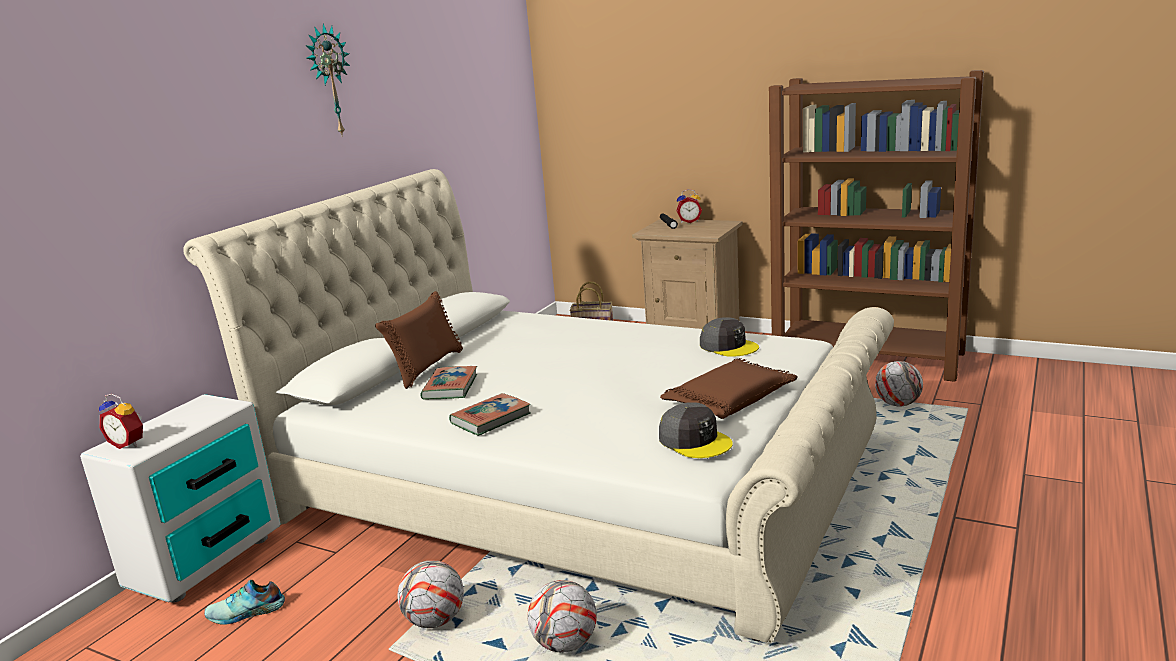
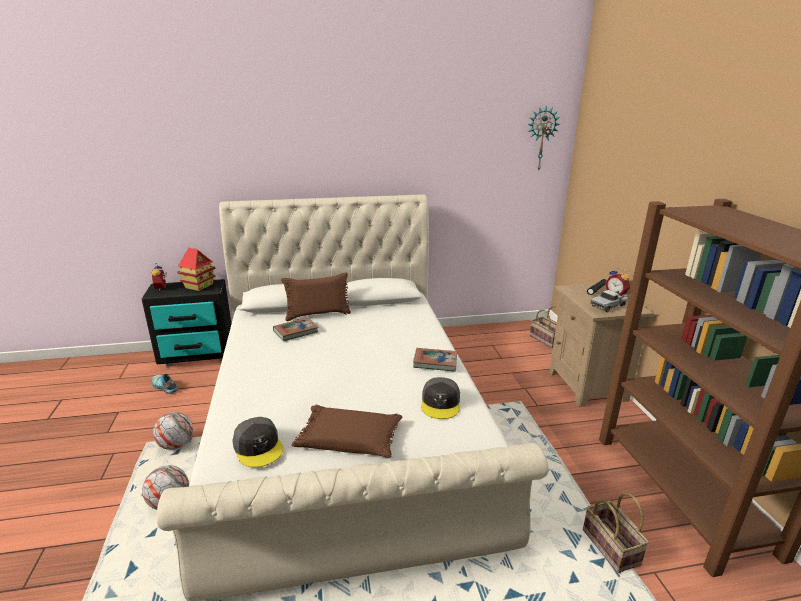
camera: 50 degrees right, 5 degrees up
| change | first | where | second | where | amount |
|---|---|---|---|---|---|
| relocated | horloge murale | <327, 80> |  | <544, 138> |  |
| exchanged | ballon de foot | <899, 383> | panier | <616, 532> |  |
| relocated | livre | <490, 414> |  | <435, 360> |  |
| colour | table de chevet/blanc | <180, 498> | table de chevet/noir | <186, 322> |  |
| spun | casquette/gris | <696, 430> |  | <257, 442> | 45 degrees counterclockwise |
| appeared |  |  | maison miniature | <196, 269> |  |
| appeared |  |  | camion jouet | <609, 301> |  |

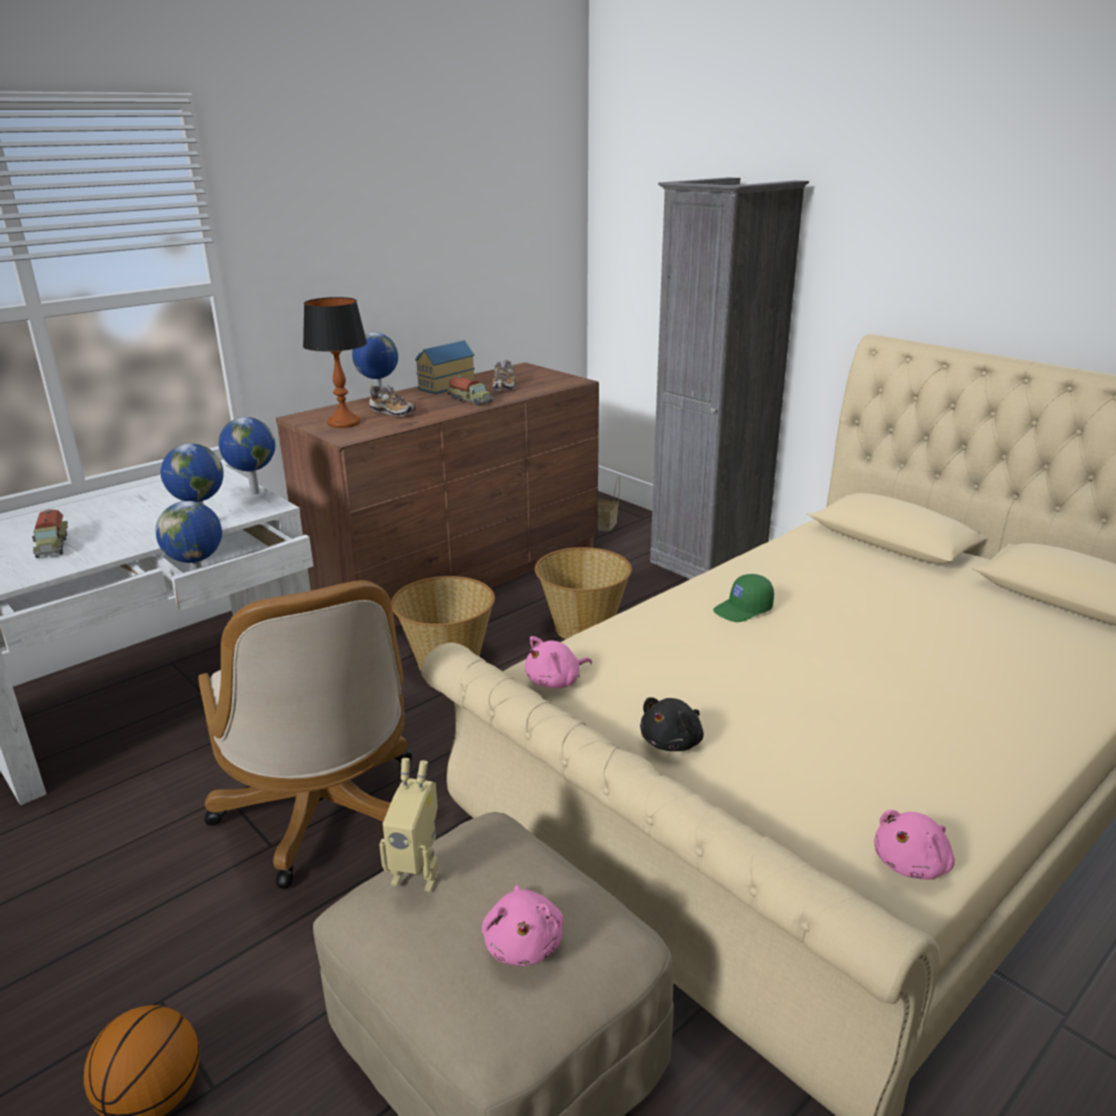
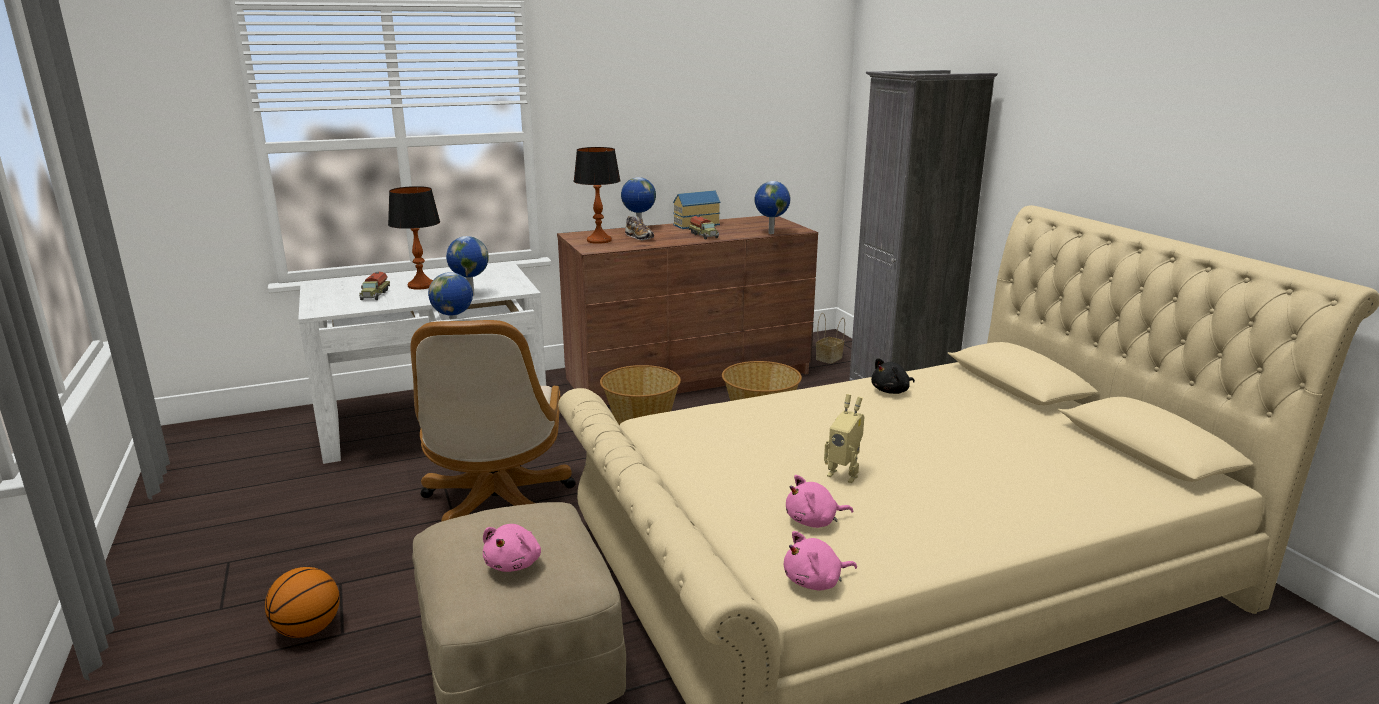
camera: 20 degrees right, 5 degrees down
| change | first | where | second | where | amount |
|---|---|---|---|---|---|
| missing | chaussure | <504, 375> |  |  |  |
| relocated | globe | <247, 456> |  | <772, 207> |  |
| missing | casquette/vert | <743, 598> |  |  |  |
| relocated | peluche/rose | <558, 662> |  | <819, 501> |  |
| relocated | peluche/noir | <672, 724> |  | <893, 376> |  |
| relocated | robot jouet | <409, 825> |  | <844, 438> |  |
| appeared |  |  | lampe de table | <414, 238> |  |

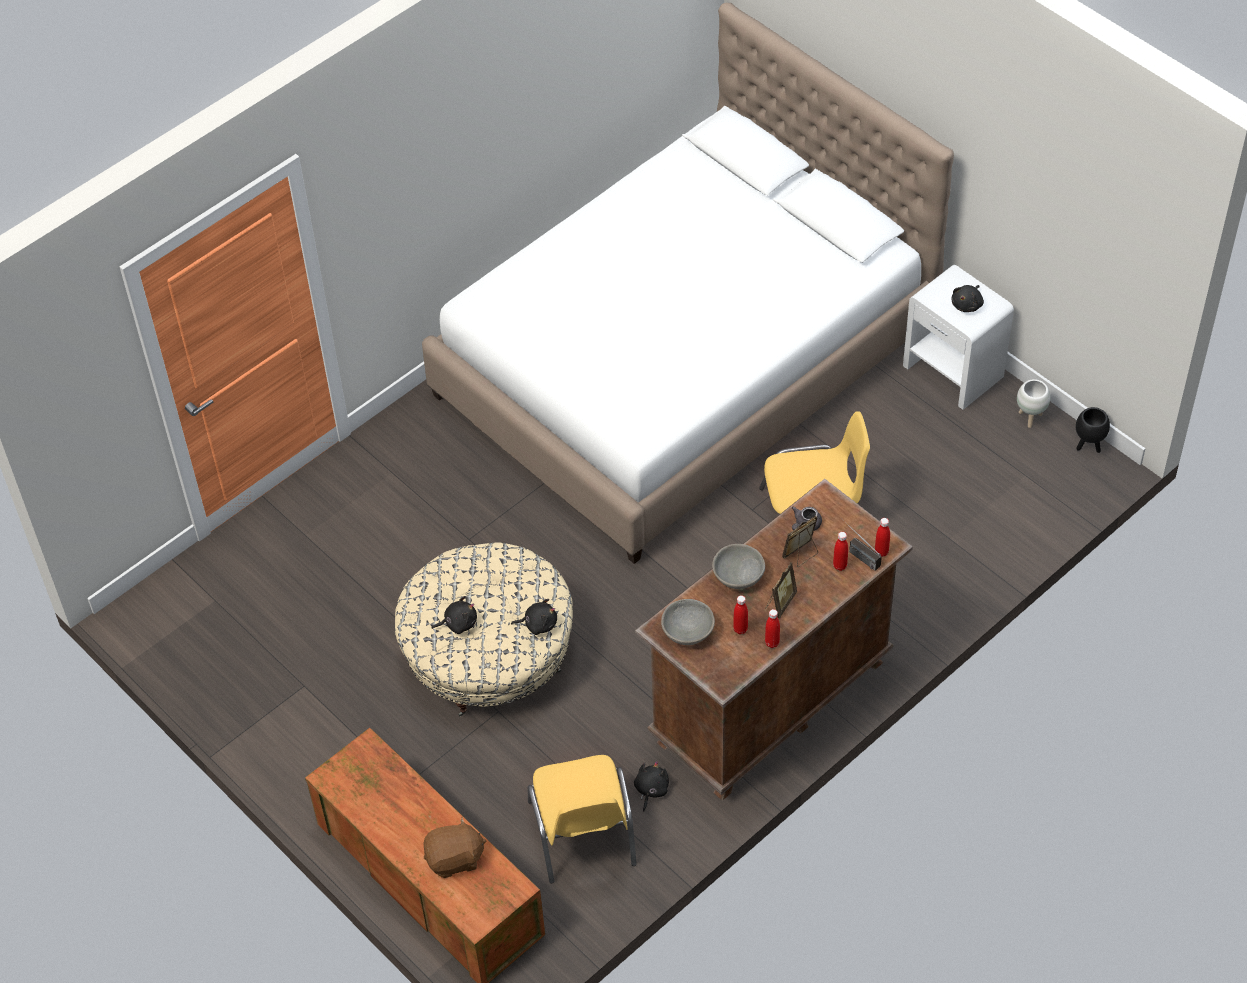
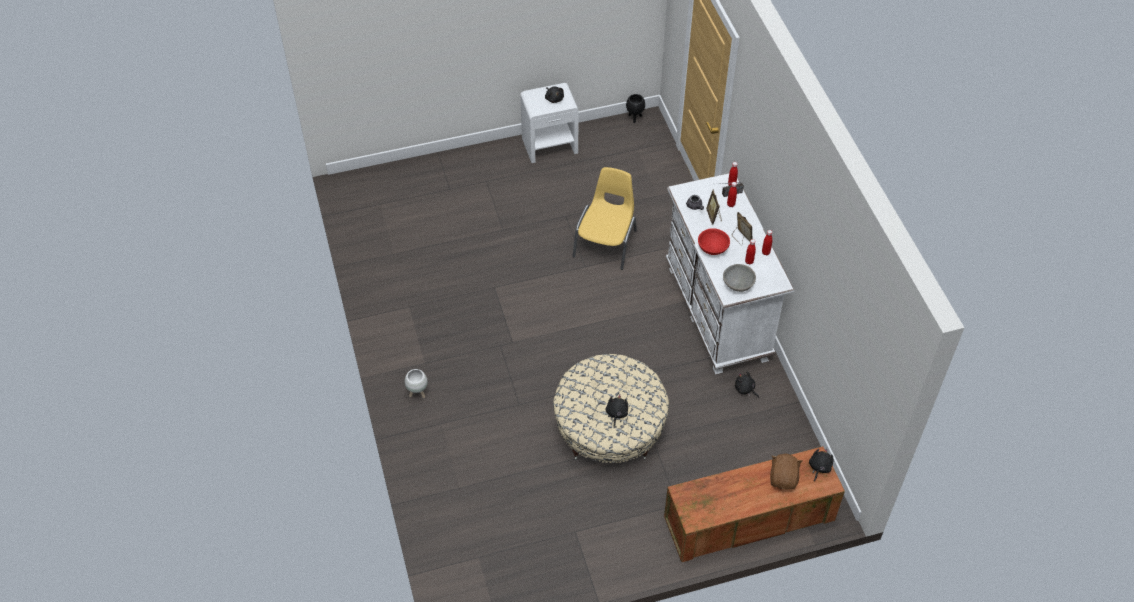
camera: 65 degrees left, 0 degrees up
| change | first | where | second | where | amount |
|---|---|---|---|---|---|
| missing | lit/blanc | <688, 283> |  |  |  |
| relocated | cache-pot/blanc | <1033, 403> |  | <416, 383> |  |
| colour | commode/marron | <774, 640> | commode/blanc | <730, 273> |  |
| colour | bol/gris | <738, 566> | bol/rouge | <714, 241> |  |
| relocated | peluche/noir | <534, 617> |  | <821, 465> |  |
| missing | chaise/jaune | <582, 819> |  |  |  |

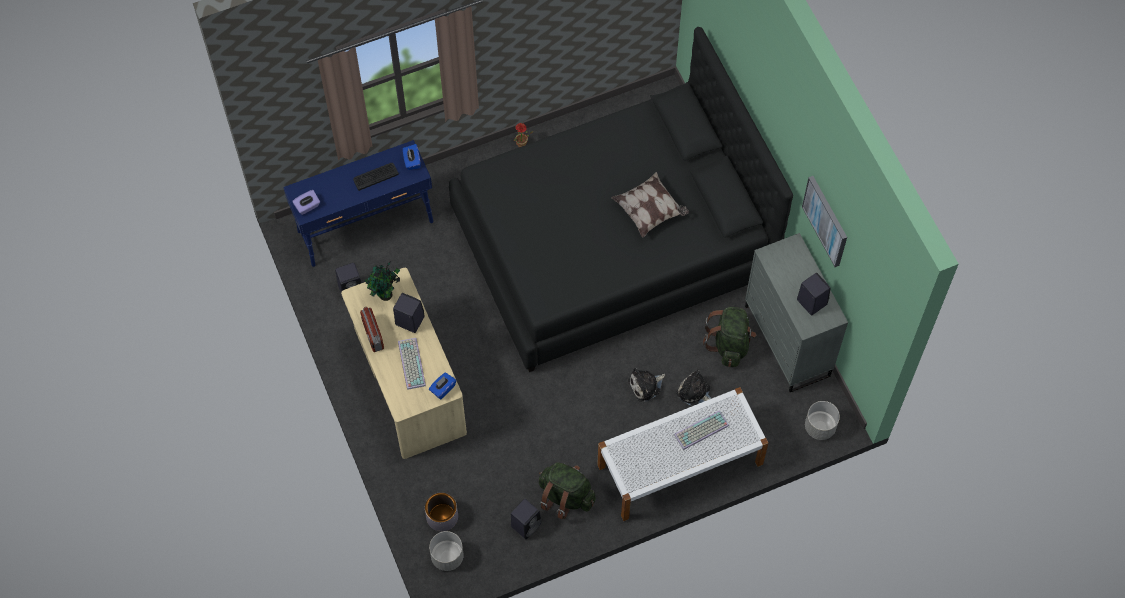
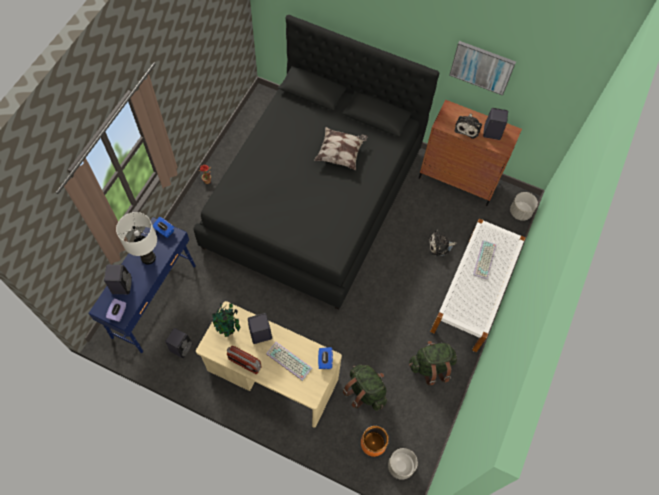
camera: 45 degrees left, 0 degrees up
| change | first | where | second | where | amount |
|---|---|---|---|---|---|
| exchanged | clavier | <376, 177> | lampe de table/blanc | <136, 238> |  |
| colour | commode/gris | <796, 312> | commode/marron | <470, 153> |  |
| relocated | sac à dos/vert | <729, 337> |  | <365, 387> |  |
| relocated | peluche | <646, 385> |  | <468, 126> |  |
| colour | cache-pot/gris | <441, 512> | cache-pot/orange | <375, 441> |  |
| relocated | enceinte/noir | <526, 519> |  | <118, 279> |  |

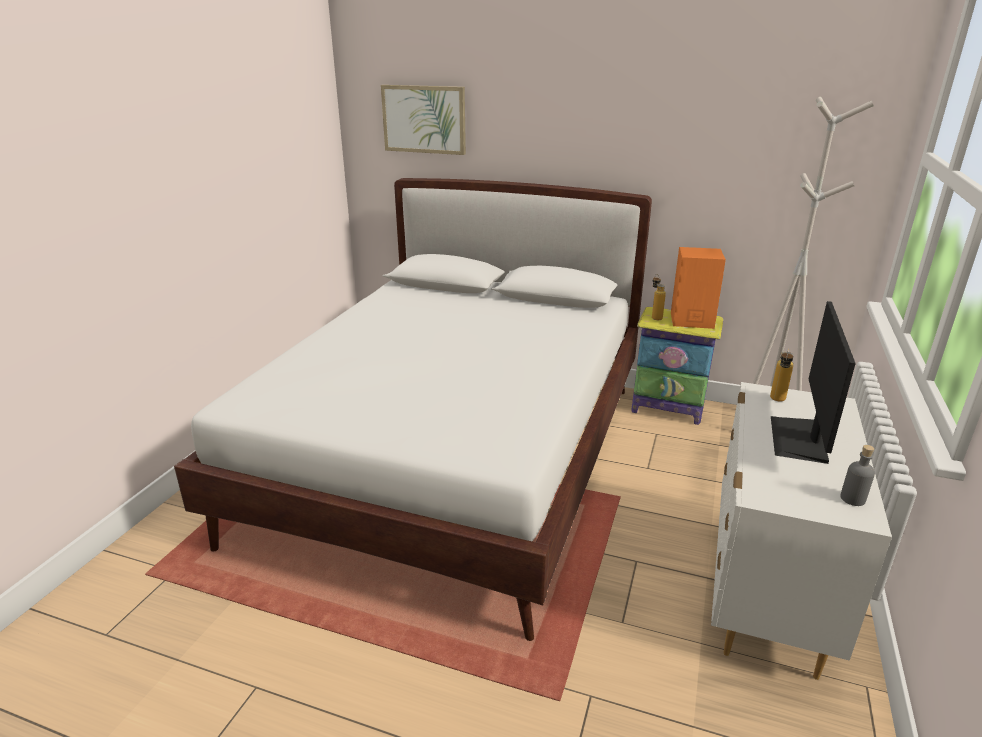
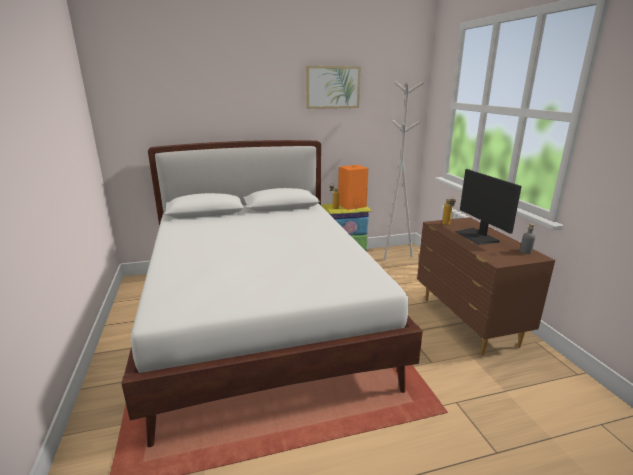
camera: 35 degrees left, 5 degrees down
| change | first | where | second | where | amount |
|---|---|---|---|---|---|
| relocated | tableau | <423, 120> |  | <333, 87> |  |
| colour | commode/blanc | <801, 531> | commode/marron | <486, 286> |  |

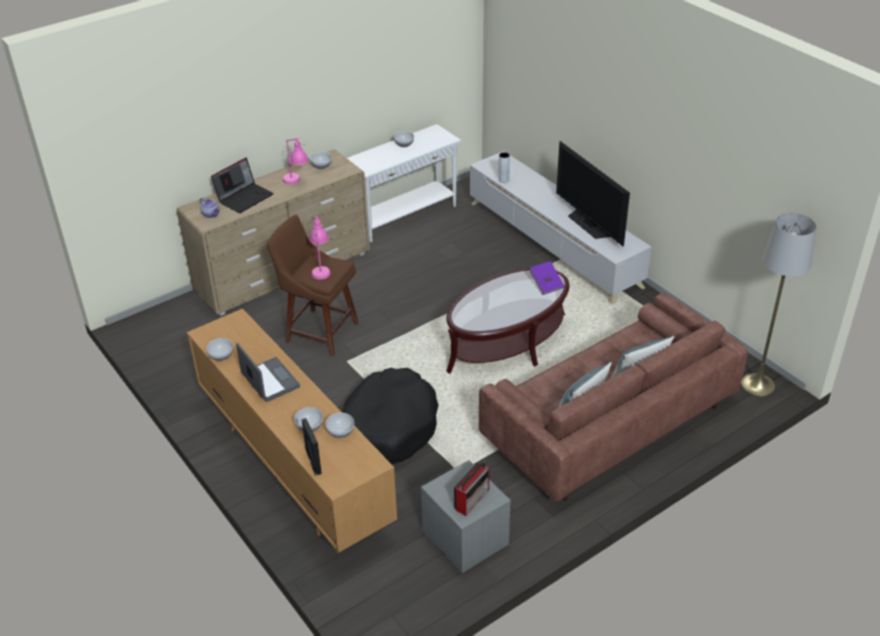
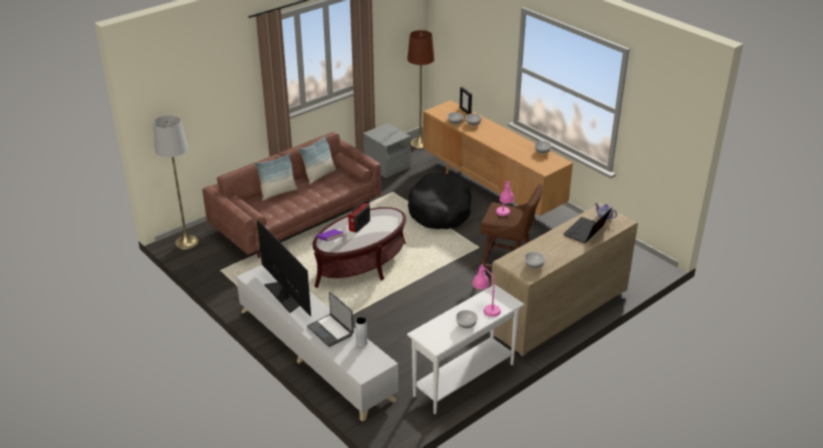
camera: 175 degrees right, 5 degrees down
| change | first | where | second | where | amount |
|---|---|---|---|---|---|
| relocated | lampe de table/rose | <295, 161> |  | <486, 291> |  |
| relocated | ordinateur portable | <268, 372> |  | <330, 319> |  |
| relocated | radio | <472, 488> |  | <359, 216> |  |
| appeared |  |  | lampadaire/marron | <420, 89> |  |

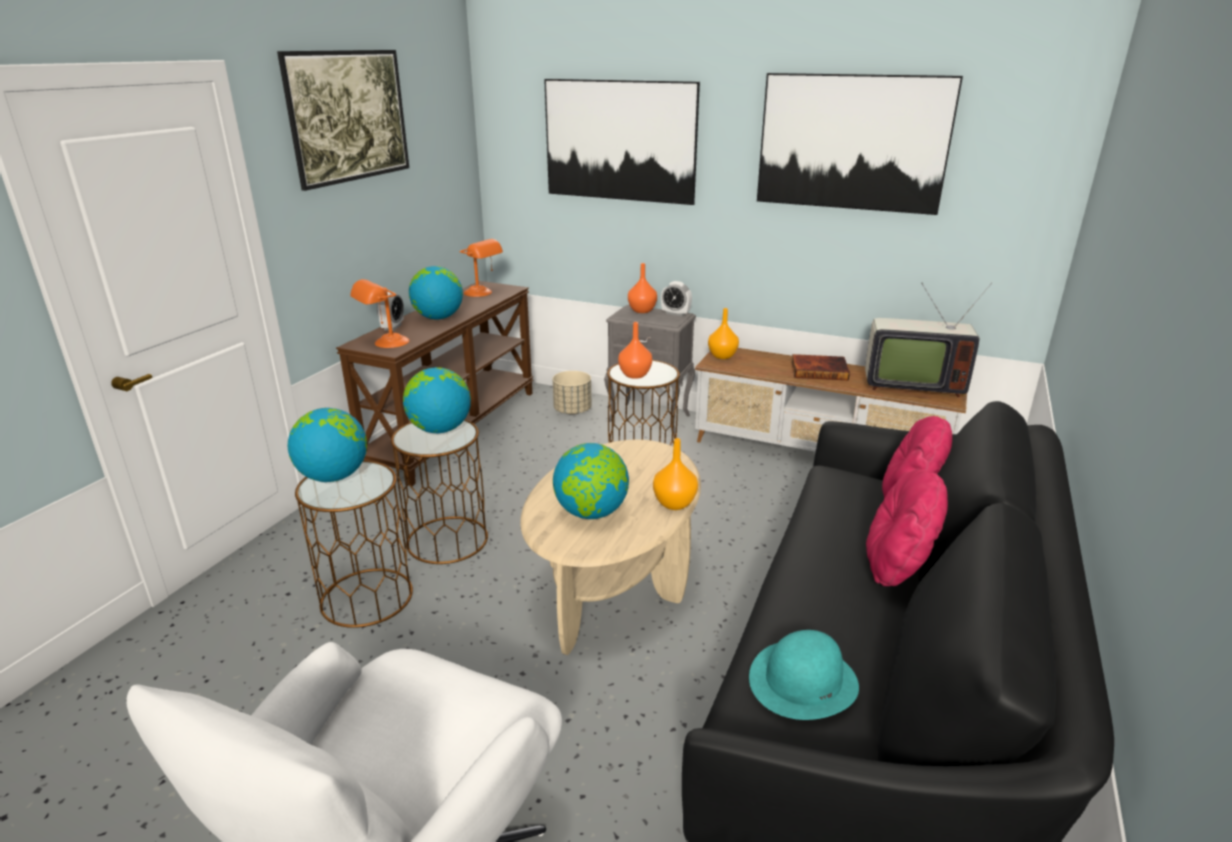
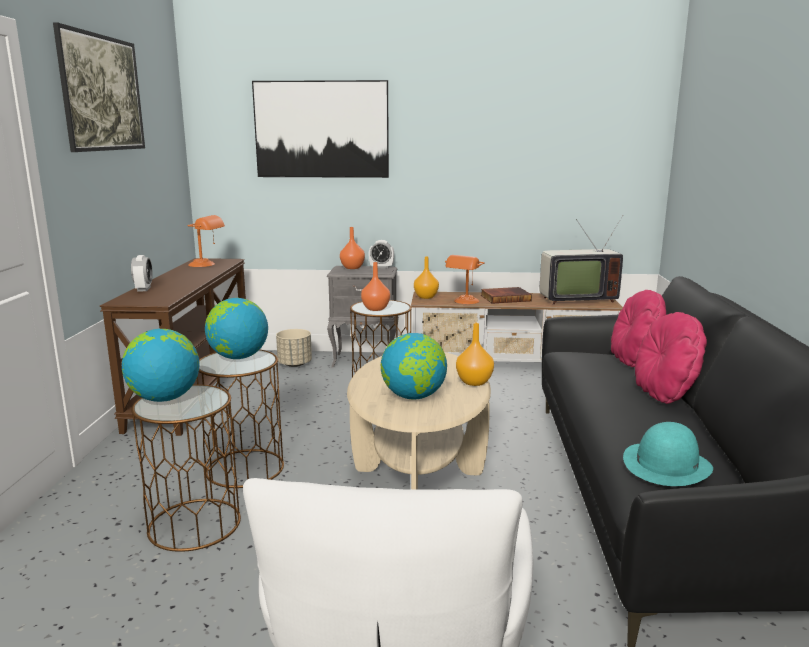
camera: 20 degrees left, 10 degrees down
| change | first | where | second | where | amount |
|---|---|---|---|---|---|
| missing | tableau | <860, 144> |  |  |  |
| missing | globe | <436, 292> |  |  |  |
| relocated | lampe de table/orange | <380, 313> |  | <465, 279> |  |

